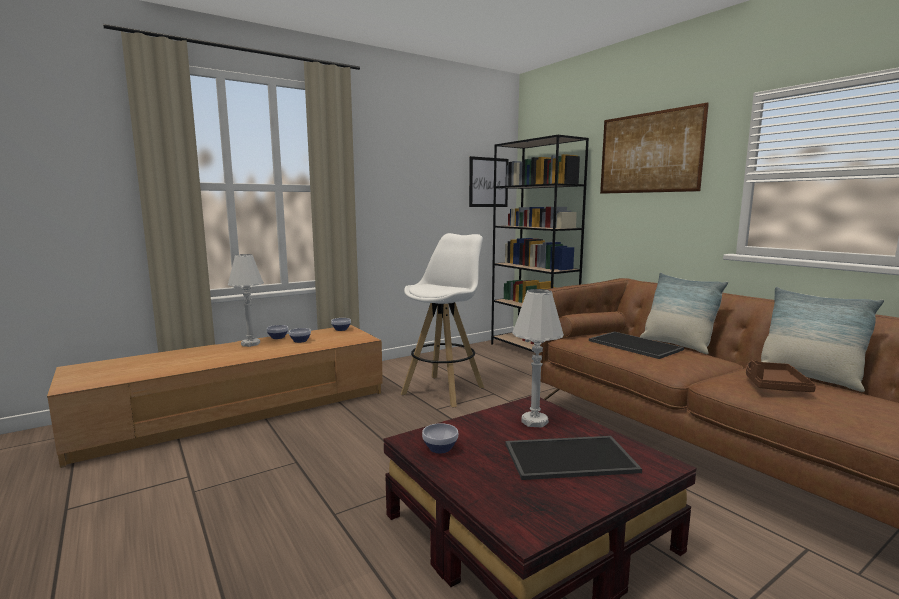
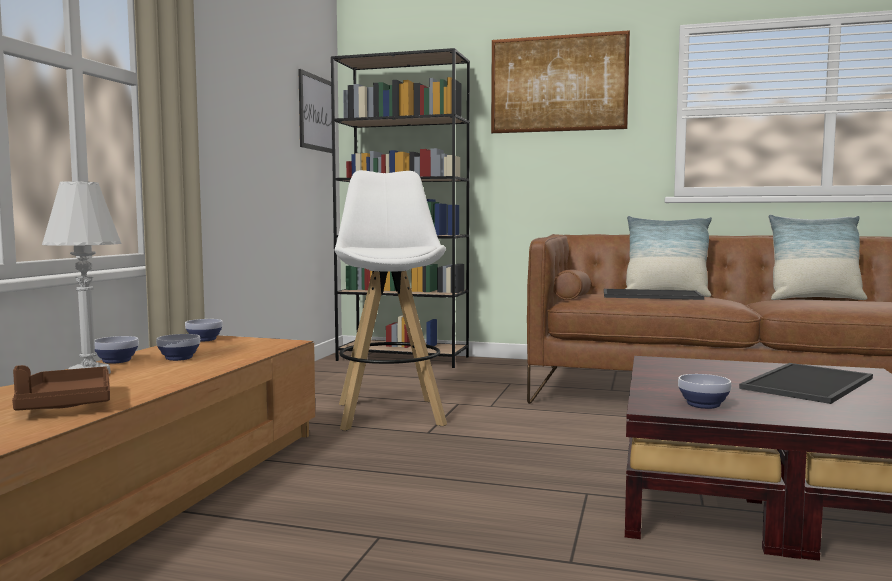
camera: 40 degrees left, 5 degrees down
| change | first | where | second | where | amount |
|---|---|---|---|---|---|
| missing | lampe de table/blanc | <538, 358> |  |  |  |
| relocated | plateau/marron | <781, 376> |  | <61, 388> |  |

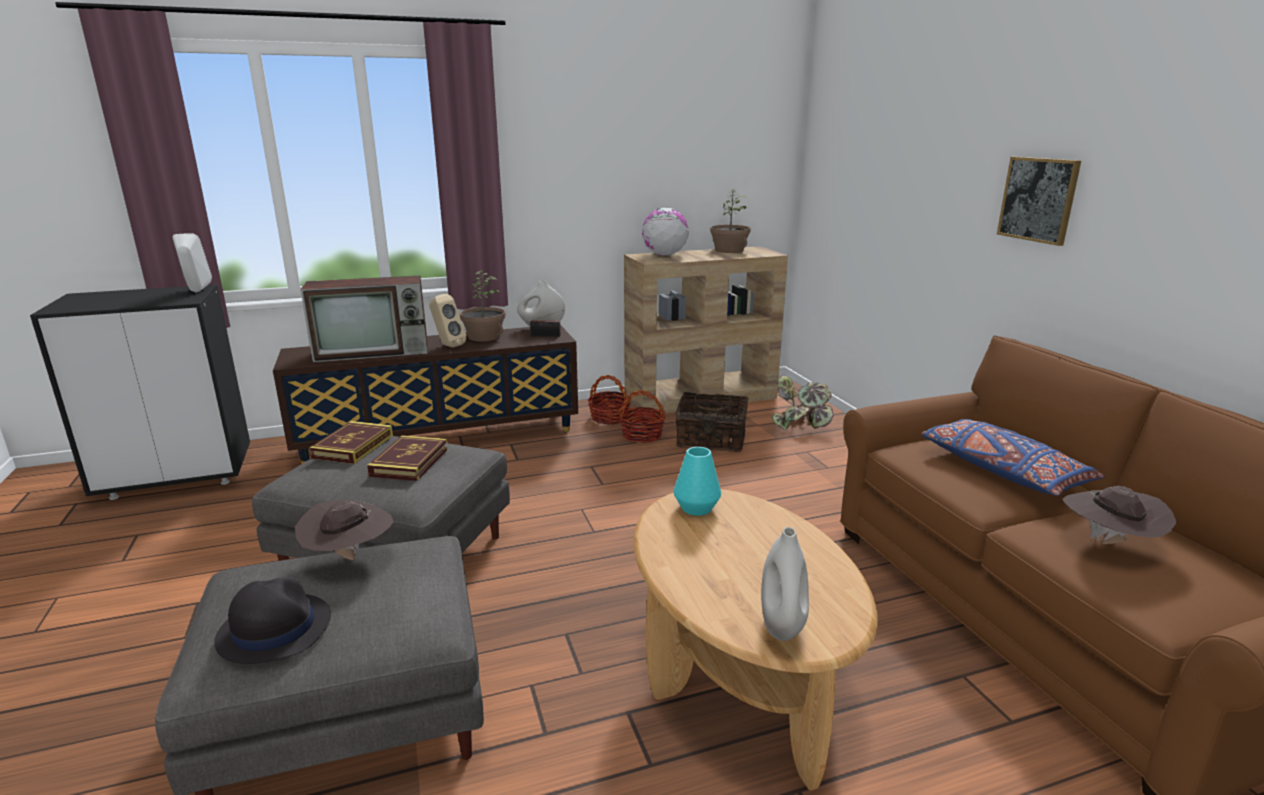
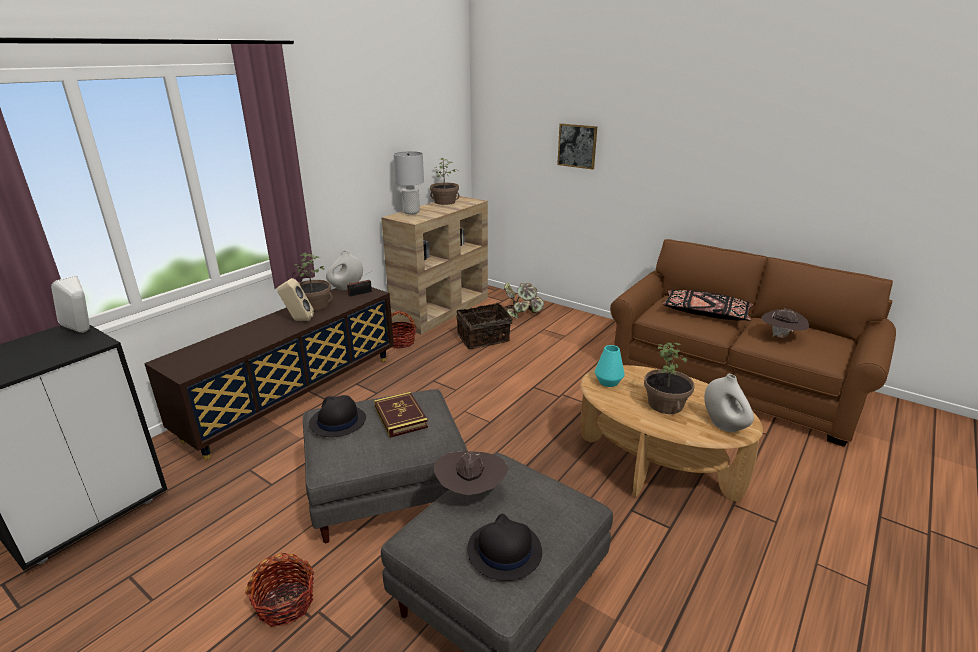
camera: 35 degrees left, 5 degrees up
| change | first | where | second | where | amount |
|---|---|---|---|---|---|
| relocated | tableau | <1039, 201> |  | <577, 146> |  |
| exchanged | globe | <665, 232> | lampe de table/gris | <408, 183> |  |
| missing | téléviseur | <364, 319> |  |  |  |
| relocated | panier | <642, 416> |  | <279, 590> |  |
| colour | coussin/bleu | <1013, 457> | coussin/noir | <708, 305> |  |
| exchanged | livre | <351, 442> | chapeau/noir | <337, 416> |  |
| appeared |  |  | plante en pot | <669, 378> |  |

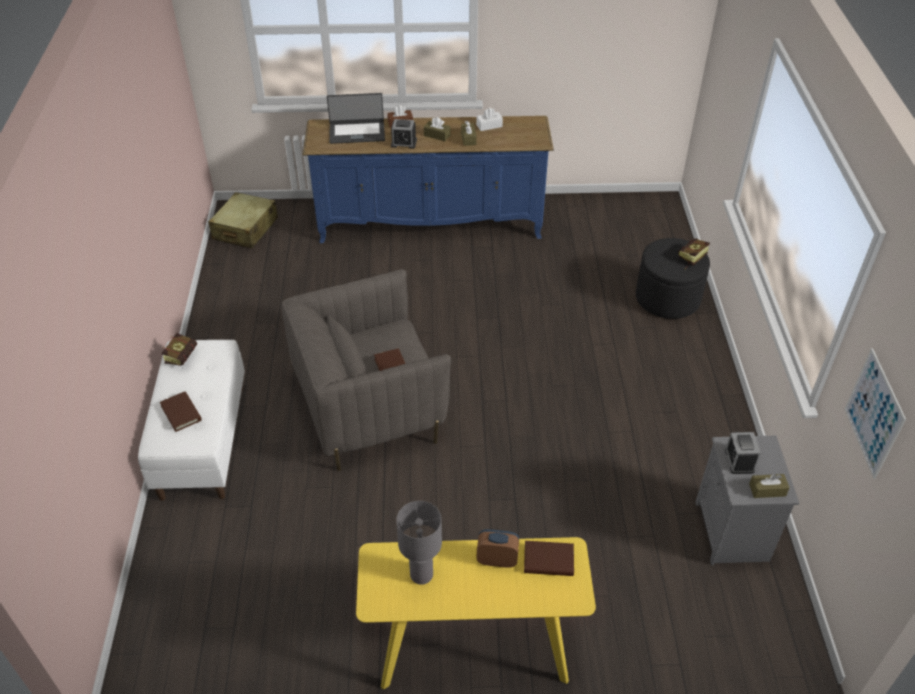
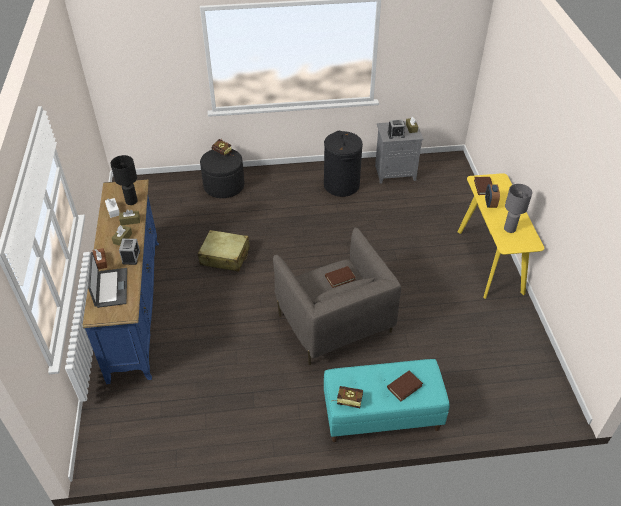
camera: 95 degrees left, 0 degrees up
| change | first | where | second | where | amount |
|---|---|---|---|---|---|
| relocated | valise/beige | <243, 220> |  | <224, 251> |  |
| colour | banc/blanc | <191, 420> | banc/turquoise | <386, 400> |  |
| missing | tableau | <875, 413> |  |  |  |
| appeared |  |  | panier à linge/noir | <343, 164> |  |
| appeared |  |  | lampe de table/noir | <124, 180> |  |

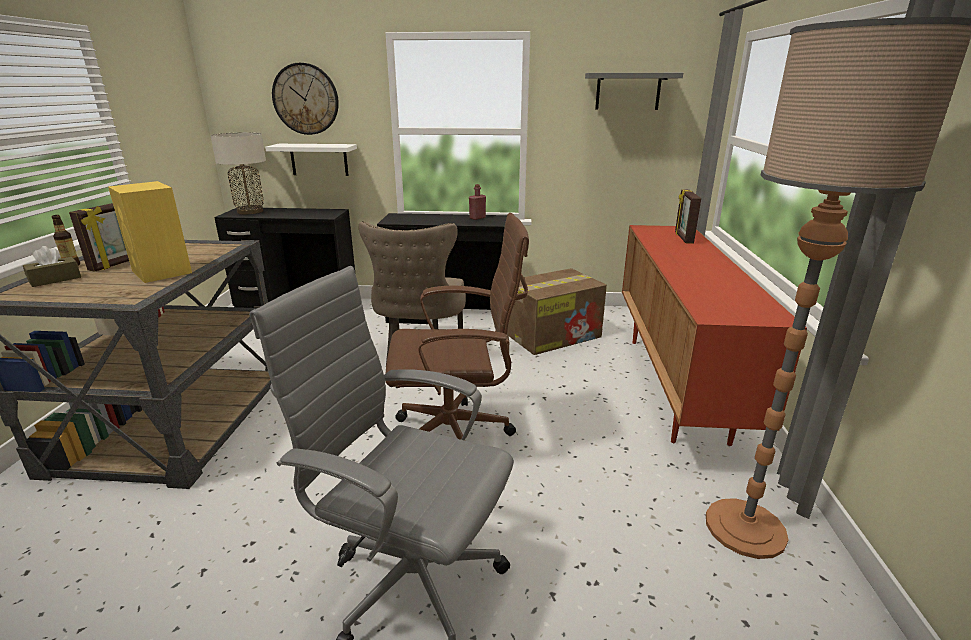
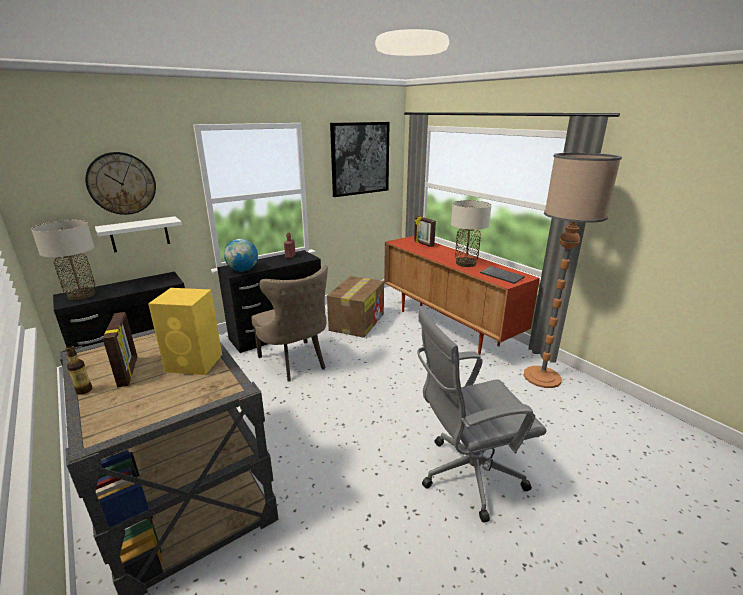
camera: 40 degrees left, 0 degrees up
| change | first | where | second | where | amount |
|---|---|---|---|---|---|
| exchanged | étagère/gris | <634, 91> | tableau | <360, 159> |  |
| missing | chaise de bureau/marron | <457, 327> |  |  |  |
| missing | boîte à mouchoirs/marron | <52, 266> |  |  |  |
| appeared |  |  | lampe de table | <471, 233> |  |
| appeared |  |  | globe | <241, 255> |  |
| appeared |  |  | clavier | <502, 275> |  |

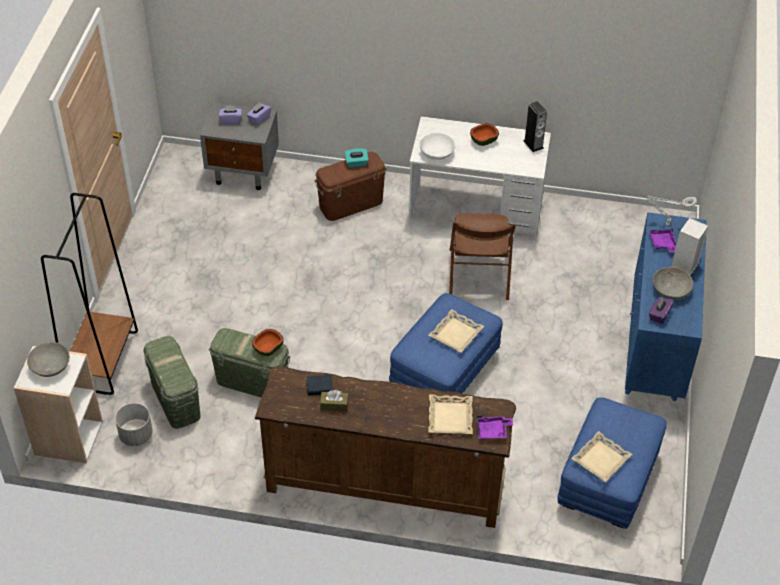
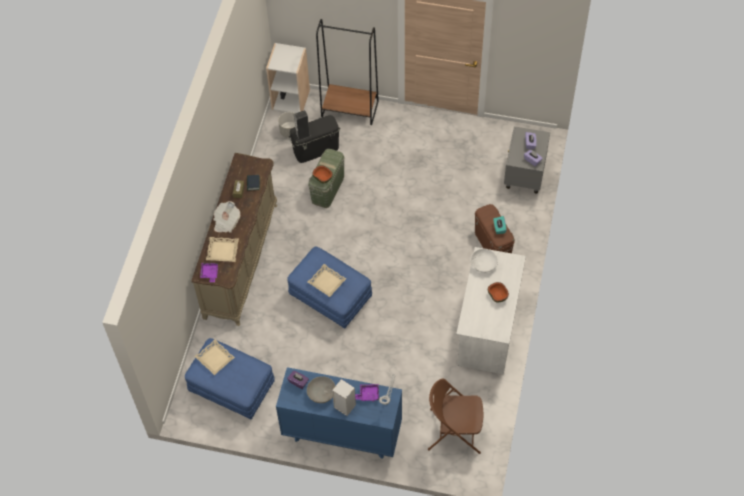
camera: 95 degrees right, 10 degrees up
| change | first | where | second | where | amount |
|---|---|---|---|---|---|
| relocated | enceinte | <535, 126> |  | <302, 125> |  |
| relocated | chaise/marron | <482, 257> |  | <455, 416> |  |
| colour | boîte de rangement/vert | <172, 382> | boîte de rangement/noir | <314, 139> |  |
| missing | bol/gris | <48, 359> |  |  |  |
| appeared |  |  | journal | <226, 217> |  |

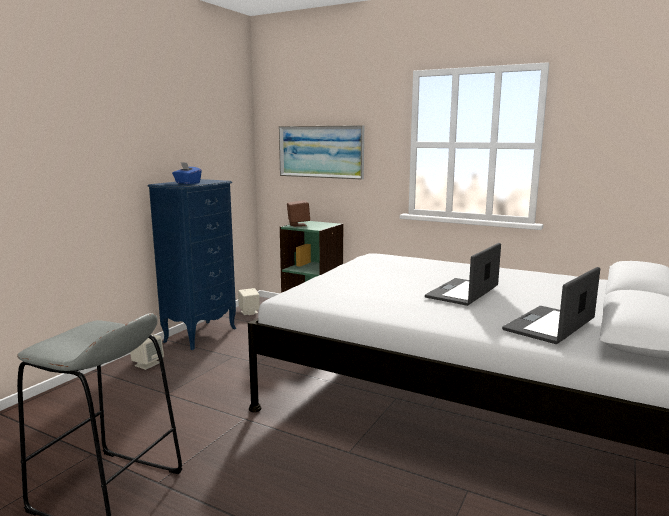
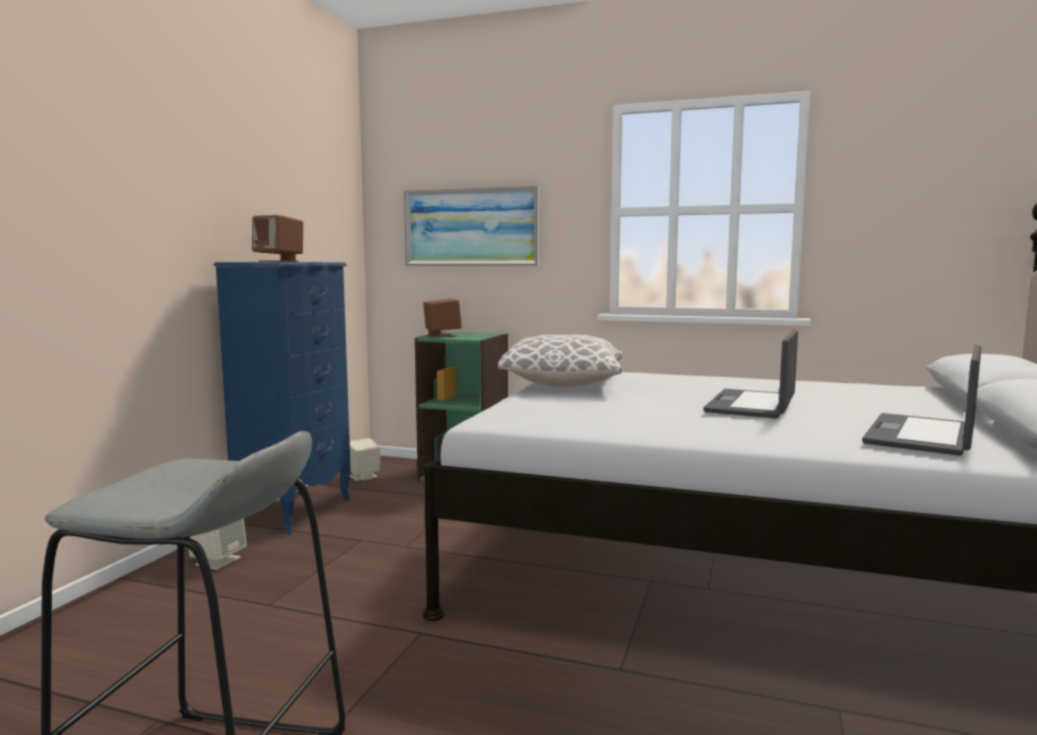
camera: 10 degrees left, 5 degrees down
| change | first | where | second | where | amount |
|---|---|---|---|---|---|
| exchanged | boîte à mouchoirs/bleu | <187, 173> | enceinte/marron | <277, 238> |  |
| appeared |  |  | coussin | <560, 360> |  |

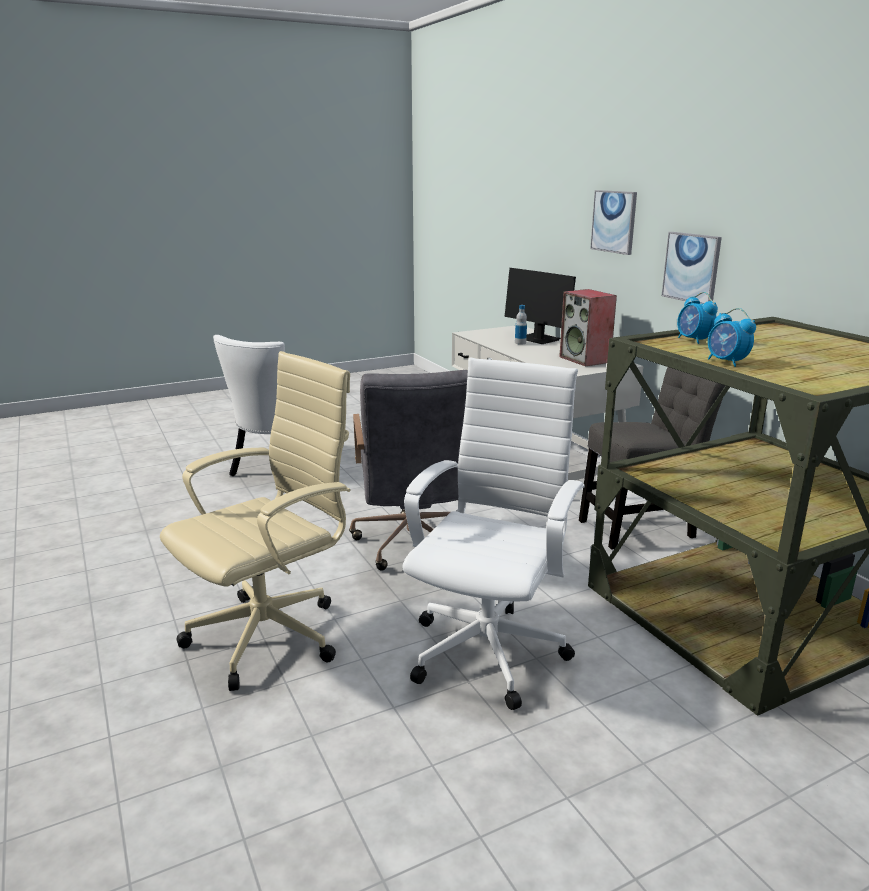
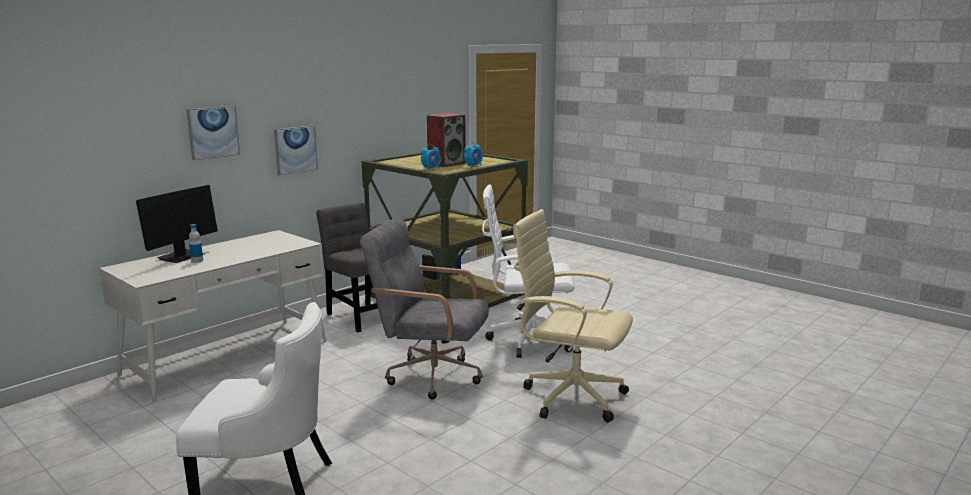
camera: 110 degrees left, 5 degrees down
| change | first | where | second | where | amount |
|---|---|---|---|---|---|
| relocated | enceinte | <588, 328> |  | <446, 140> |  |
| spun | chaise de bureau/gris | <408, 470> |  | <424, 309> | 135 degrees counterclockwise |

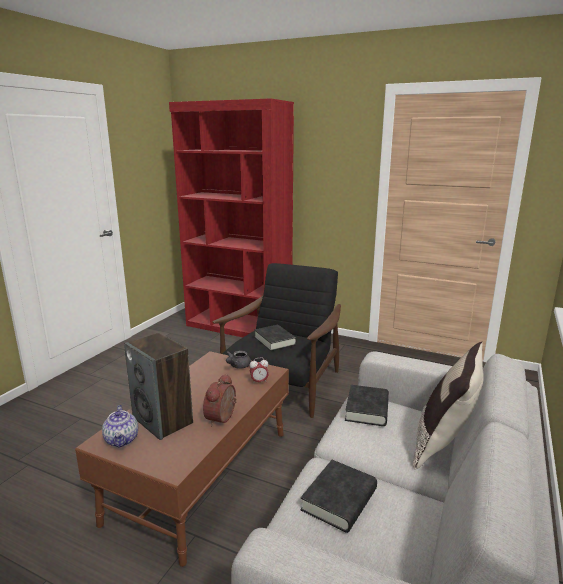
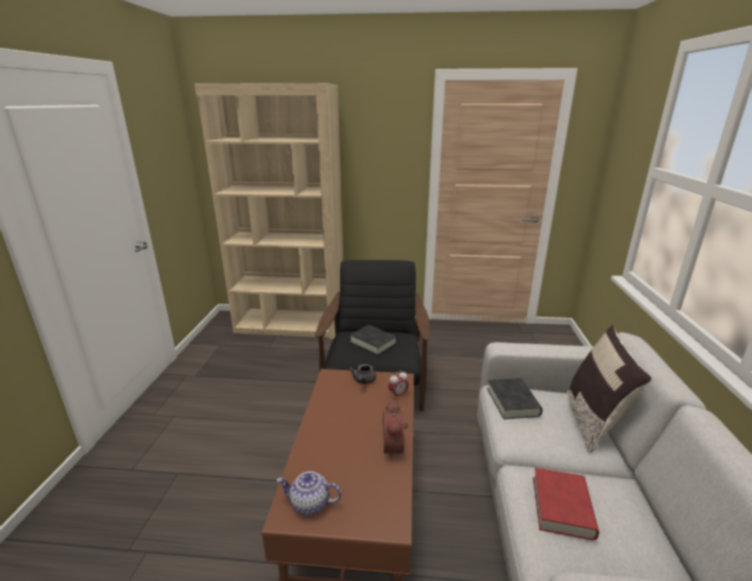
camera: 20 degrees left, 5 degrees up
| change | first | where | second | where | amount |
|---|---|---|---|---|---|
| colour | bibliothèque/rouge | <231, 217> | bibliothèque/beige | <268, 211> |  |
| missing | enceinte | <158, 386> |  |  |  |
| spun | théière | <120, 426> |  | <309, 493> | 135 degrees clockwise |
| colour | livre/noir | <338, 496> | livre/rouge | <566, 504> |  |

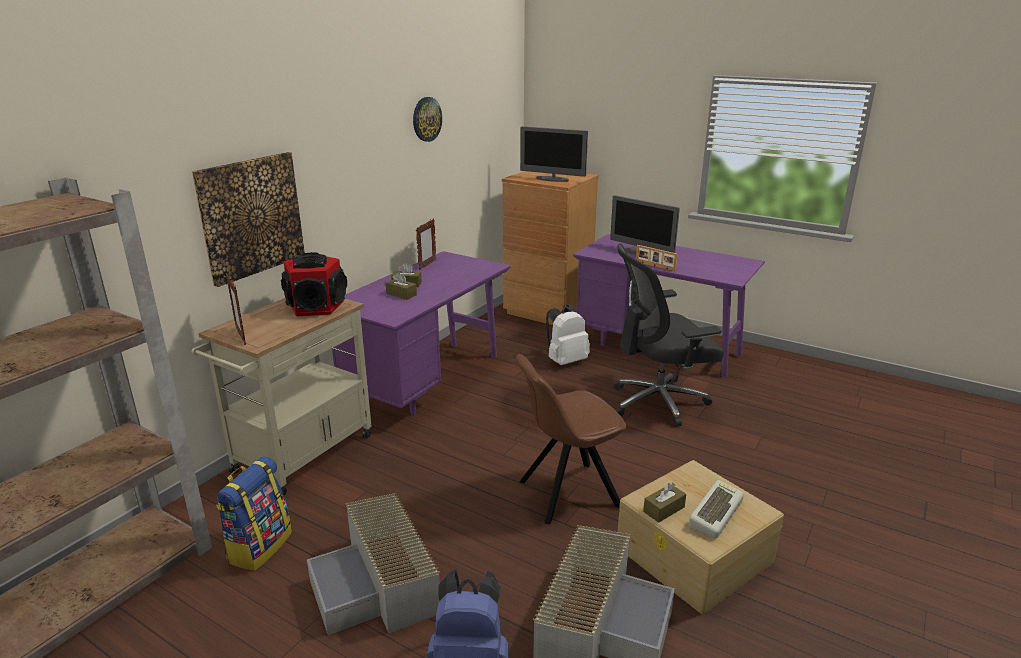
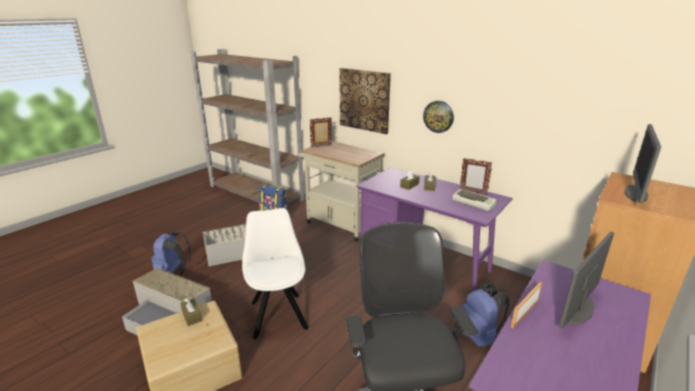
camera: 95 degrees right, 0 degrees up
| change | first | where | second | where | amount |
|---|---|---|---|---|---|
| relocated | horloge murale | <427, 119> |  | <438, 117> |  |
| missing | enceinte | <314, 284> |  |  |  |
| colour | sac à dos/blanc | <568, 335> | sac à dos/bleu | <485, 315> |  |
| colour | chaise/marron | <570, 439> | chaise/blanc | <275, 273> |  |
| relocated | clavier | <716, 509> |  | <474, 200> |  |

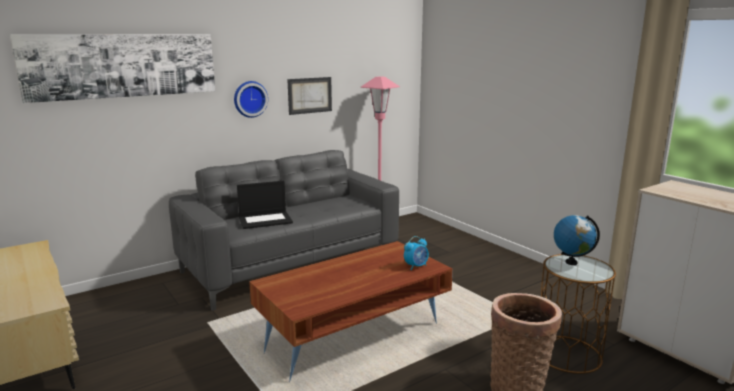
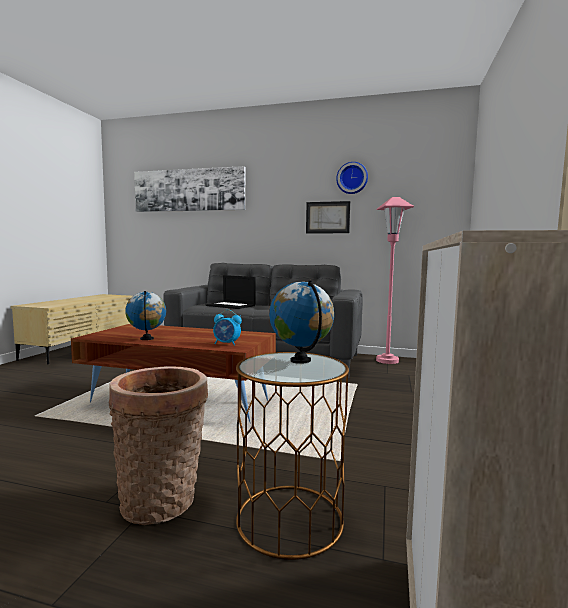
camera: 50 degrees right, 10 degrees down
| change | first | where | second | where | amount |
|---|---|---|---|---|---|
| relocated | horloge murale | <251, 99> |  | <352, 178> |  |
| appeared |  |  | globe | <145, 315> |  |

